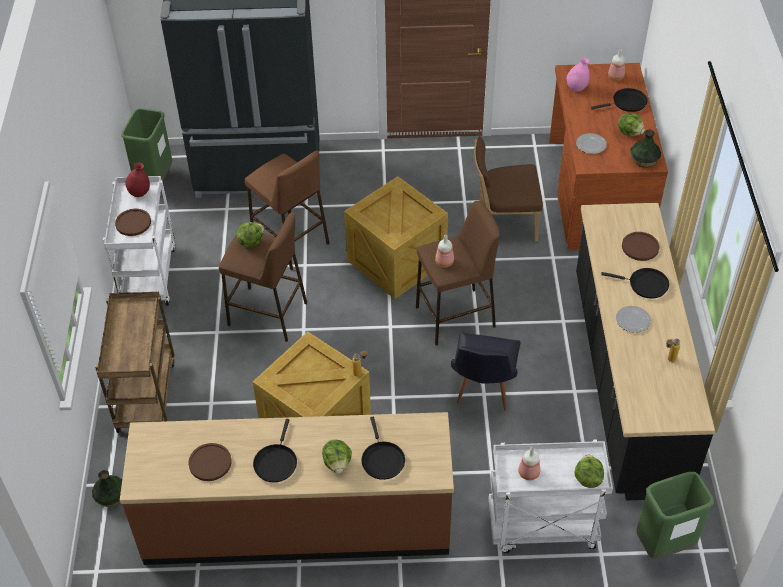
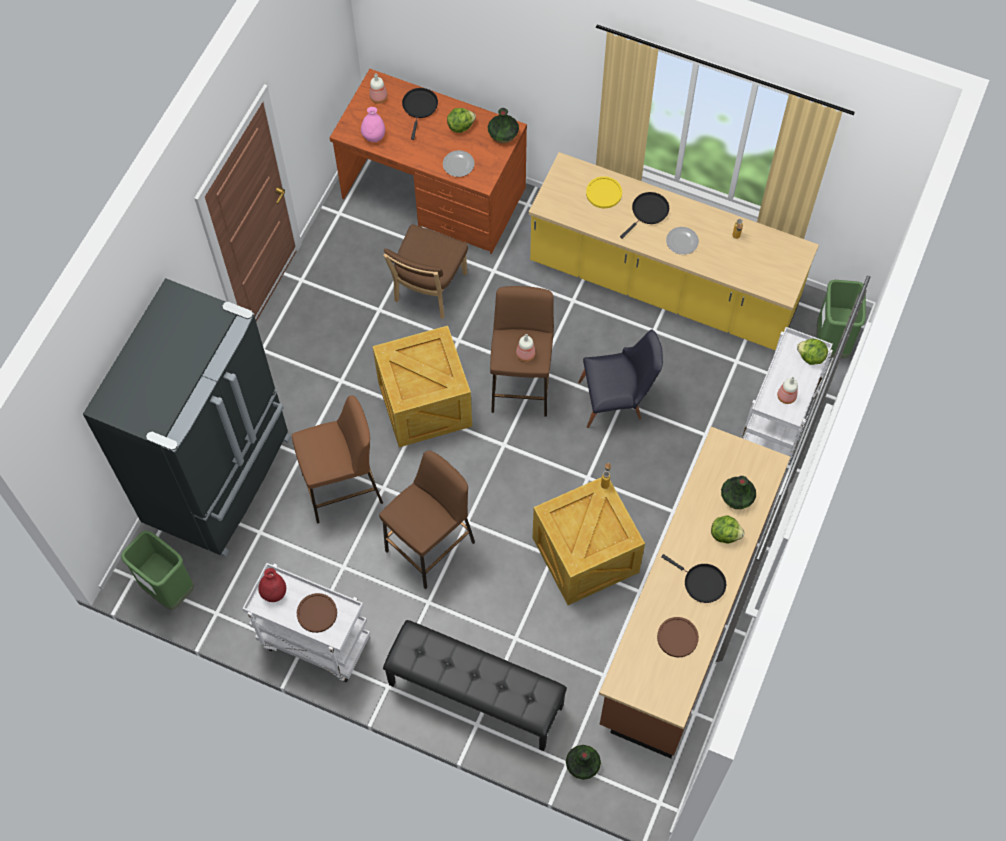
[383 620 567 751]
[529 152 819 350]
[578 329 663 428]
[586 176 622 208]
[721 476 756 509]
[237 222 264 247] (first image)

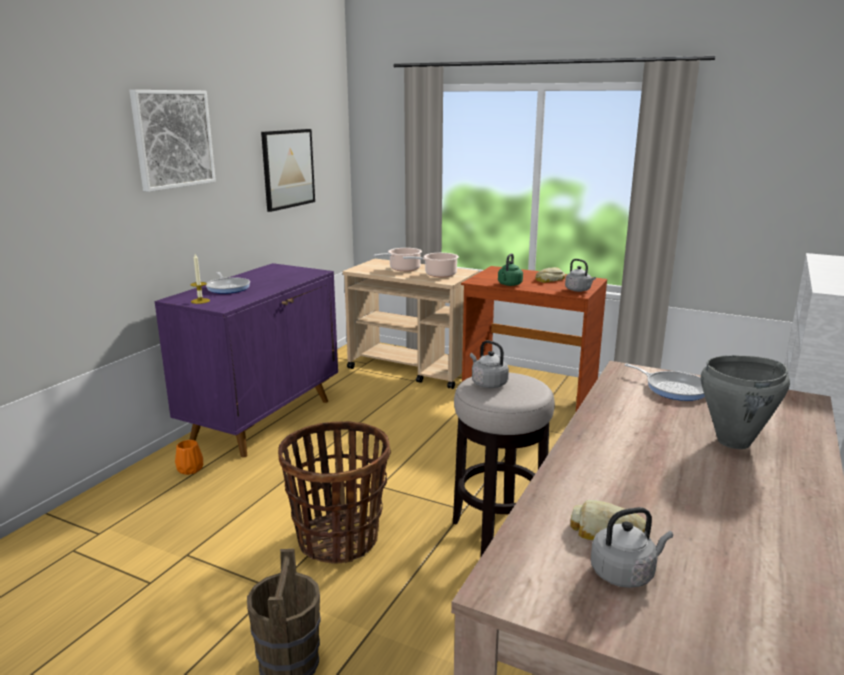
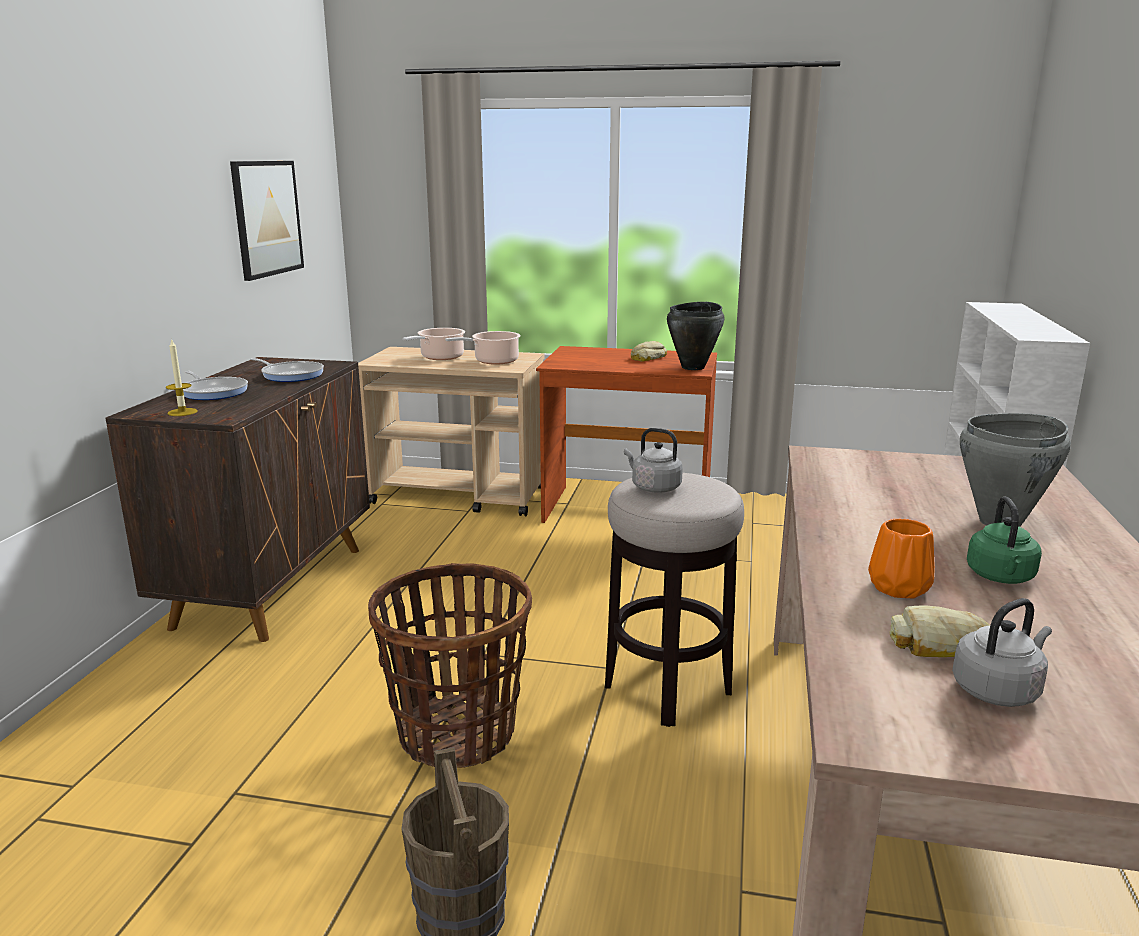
[106 357 370 642]
[251 358 324 382]
[667 302 724 370]
[868 519 935 598]
[967 496 1042 584]
[129 90 216 192] (first image)

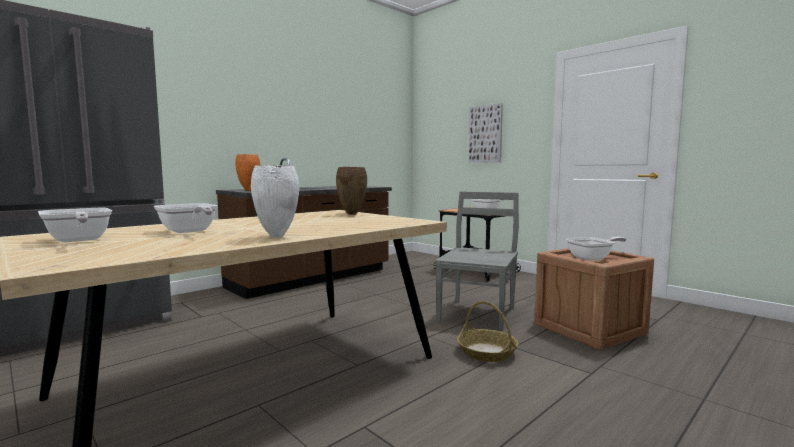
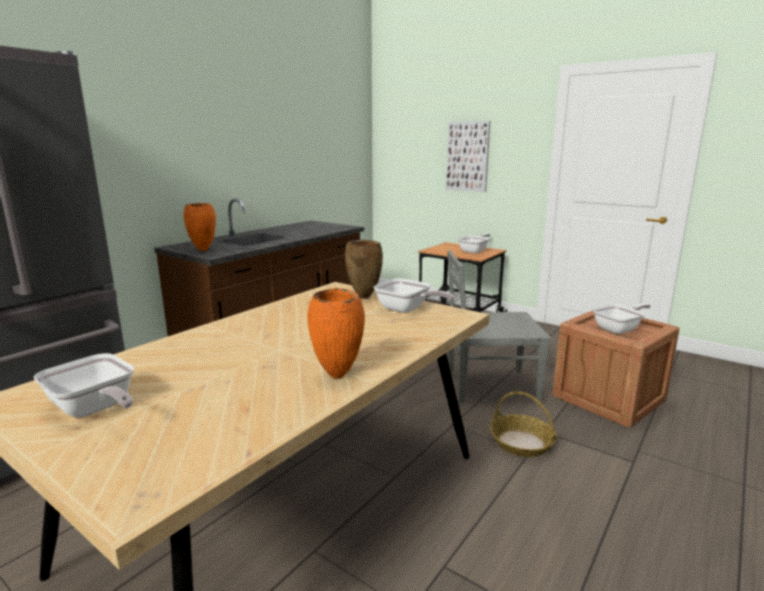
[307 288 365 378]
[374 278 455 313]
[448 250 551 403]

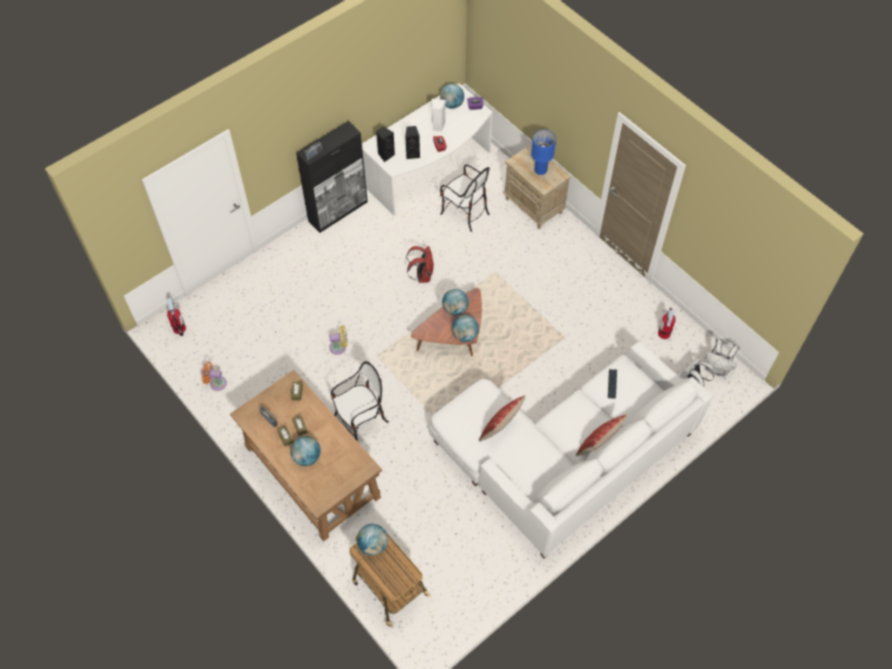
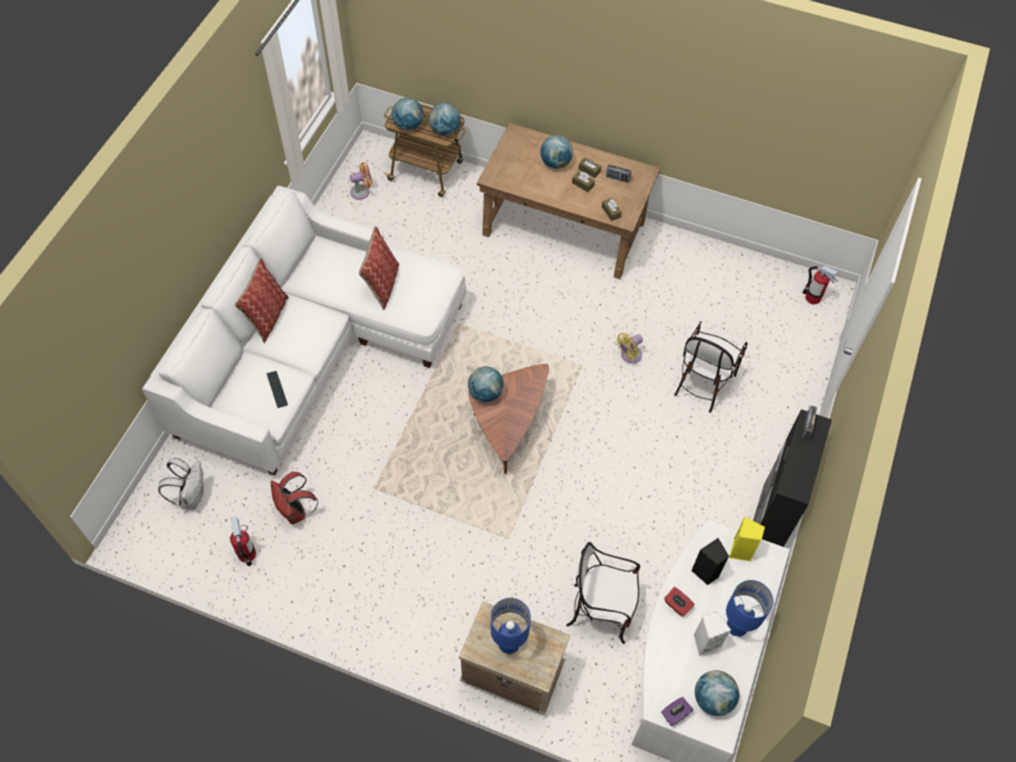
[271 472 318 524]
[350 162 372 200]
[392 98 424 130]
[674 321 747 413]
[726 580 773 637]
[729 517 765 561]
[704 338 740 377] (first image)

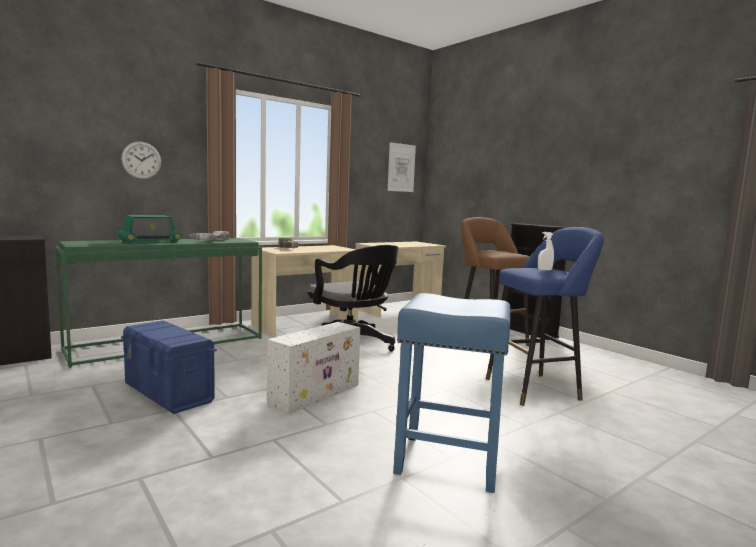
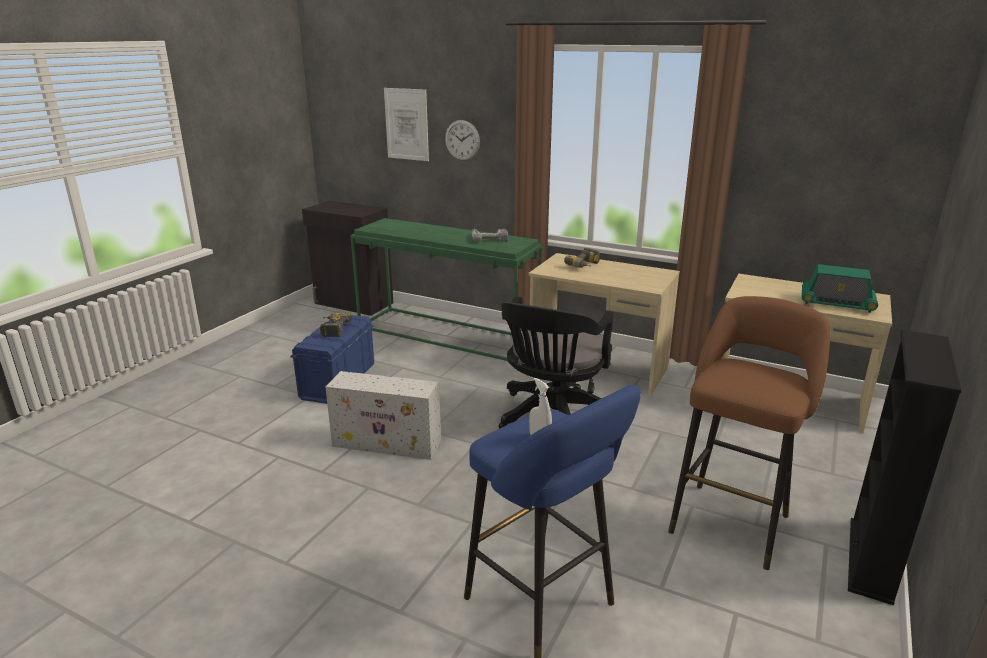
[320 313 352 337]
[384 88 429 161]
[802 264 878 313]
[393 293 511 493] (first image)

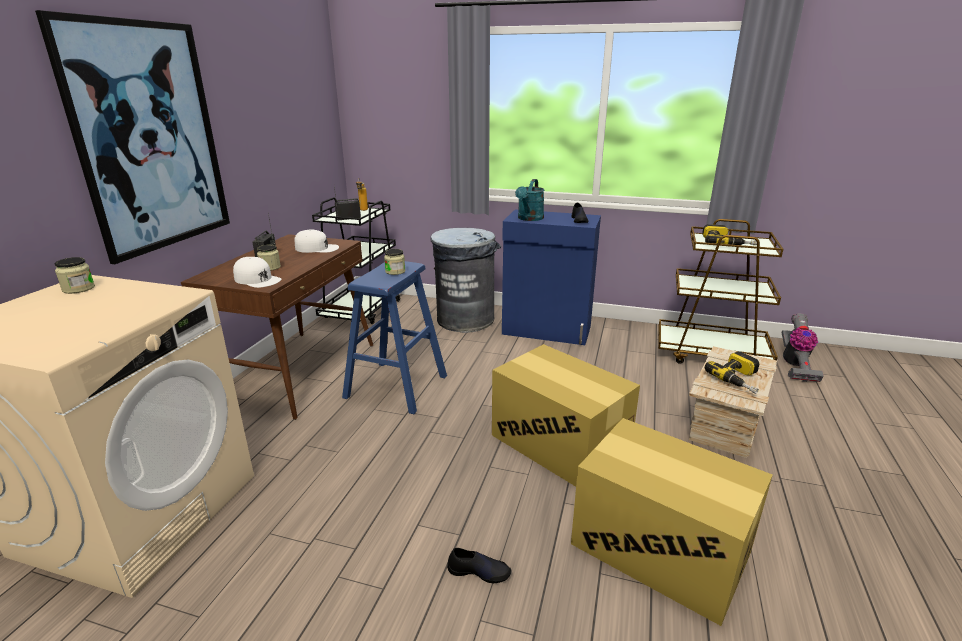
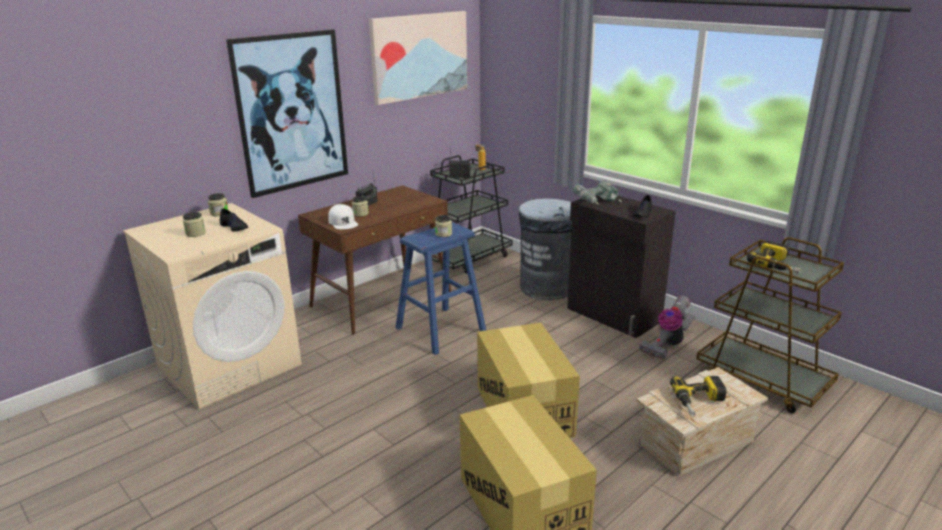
[183 212 206 237]
[220 208 248 232]
[369 11 467 105]
[567 195 676 338]
[573 181 622 205]
[640 295 695 360]
[295 229 339 253] (first image)

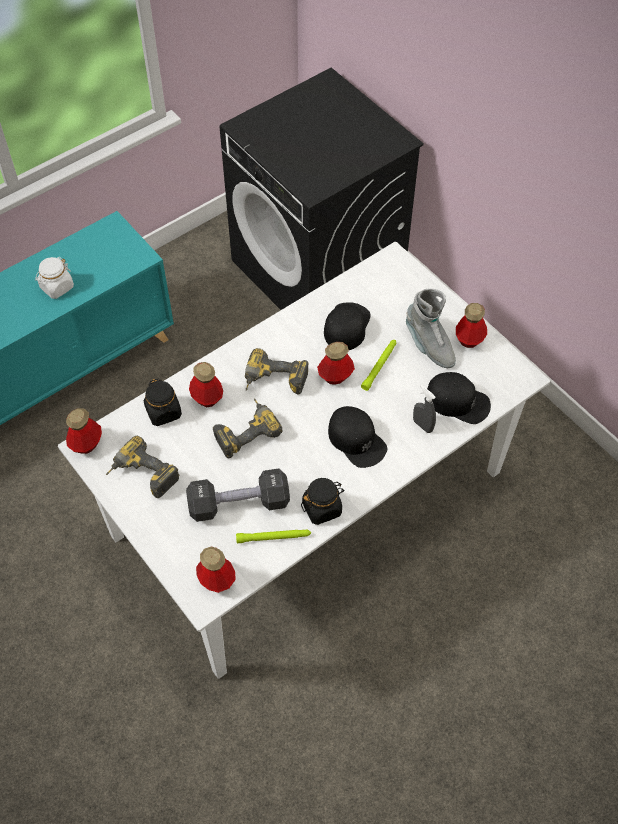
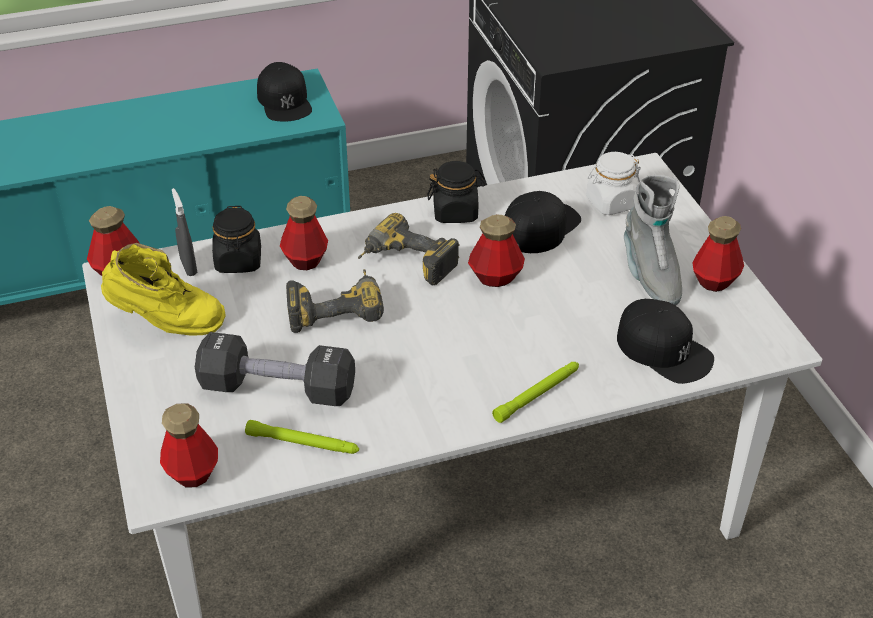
[101 243 226 336]
[172 188 197 276]
[257 62 312 122]
[427 161 485 223]
[492 362 579 423]
[586 152 641 215]

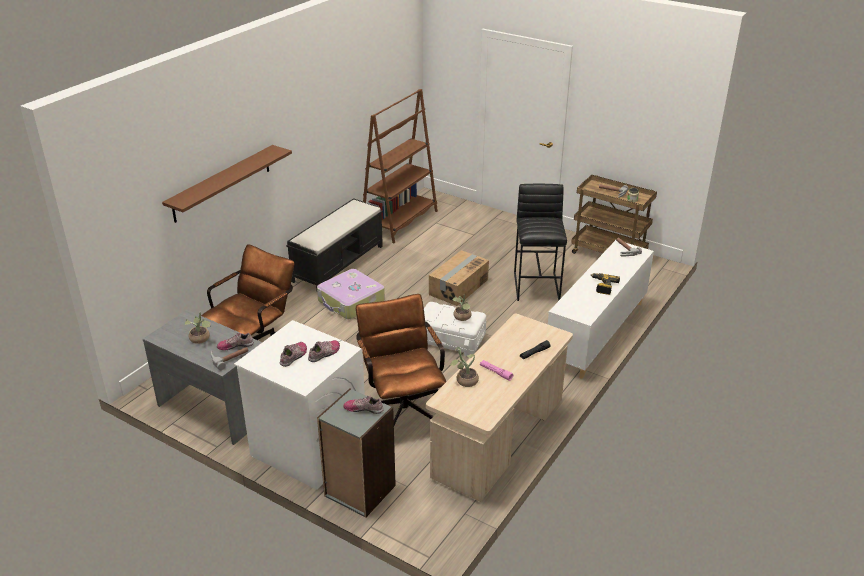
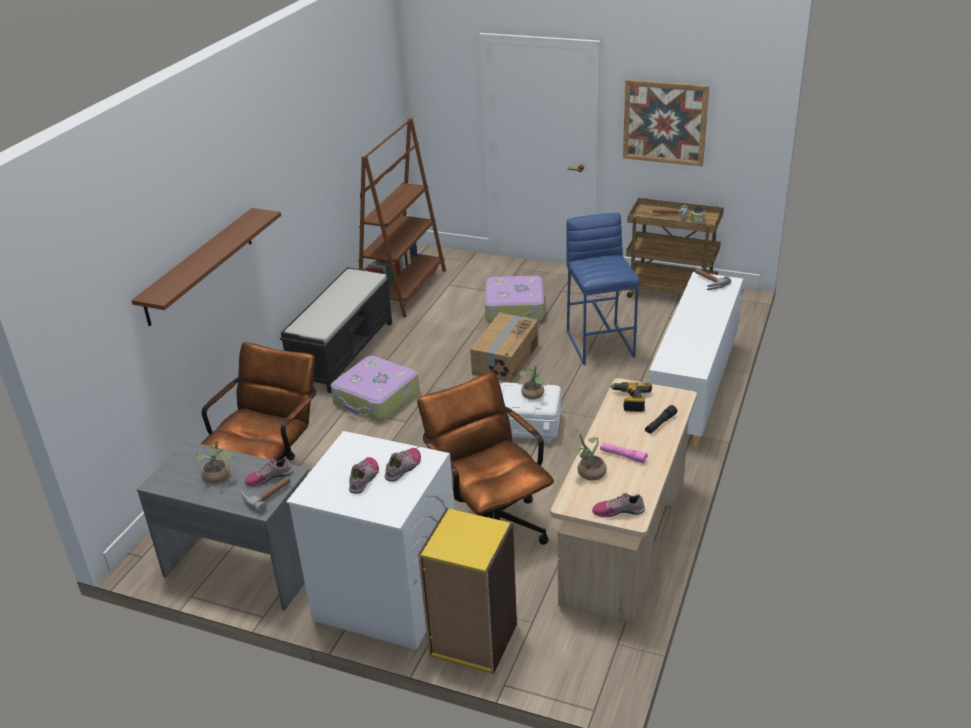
[418 508 517 674]
[485 276 544 322]
[567 213 639 365]
[592 493 645 517]
[610 382 652 412]
[623 79 709 166]

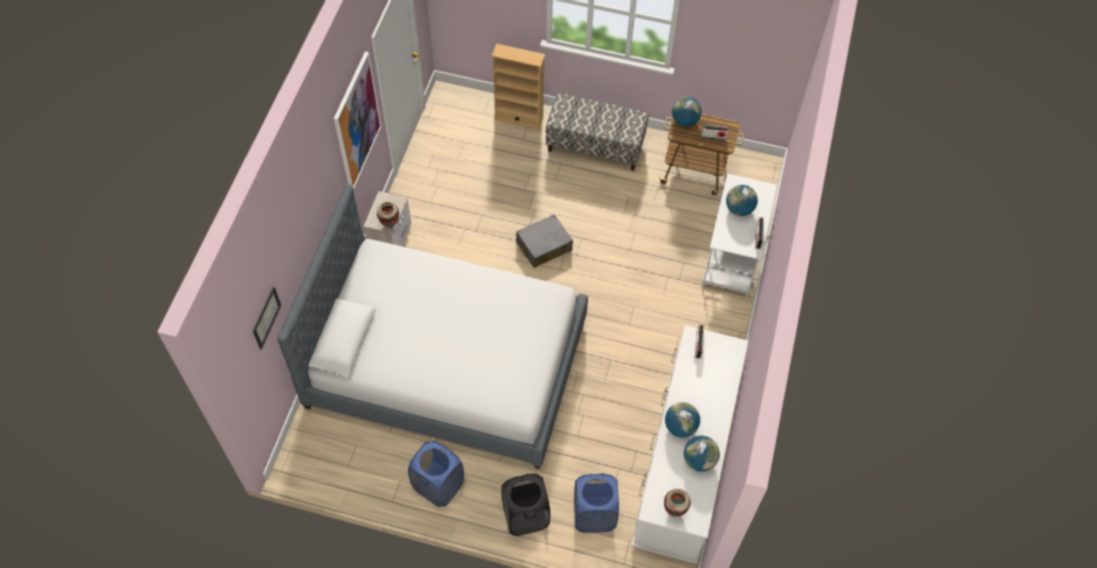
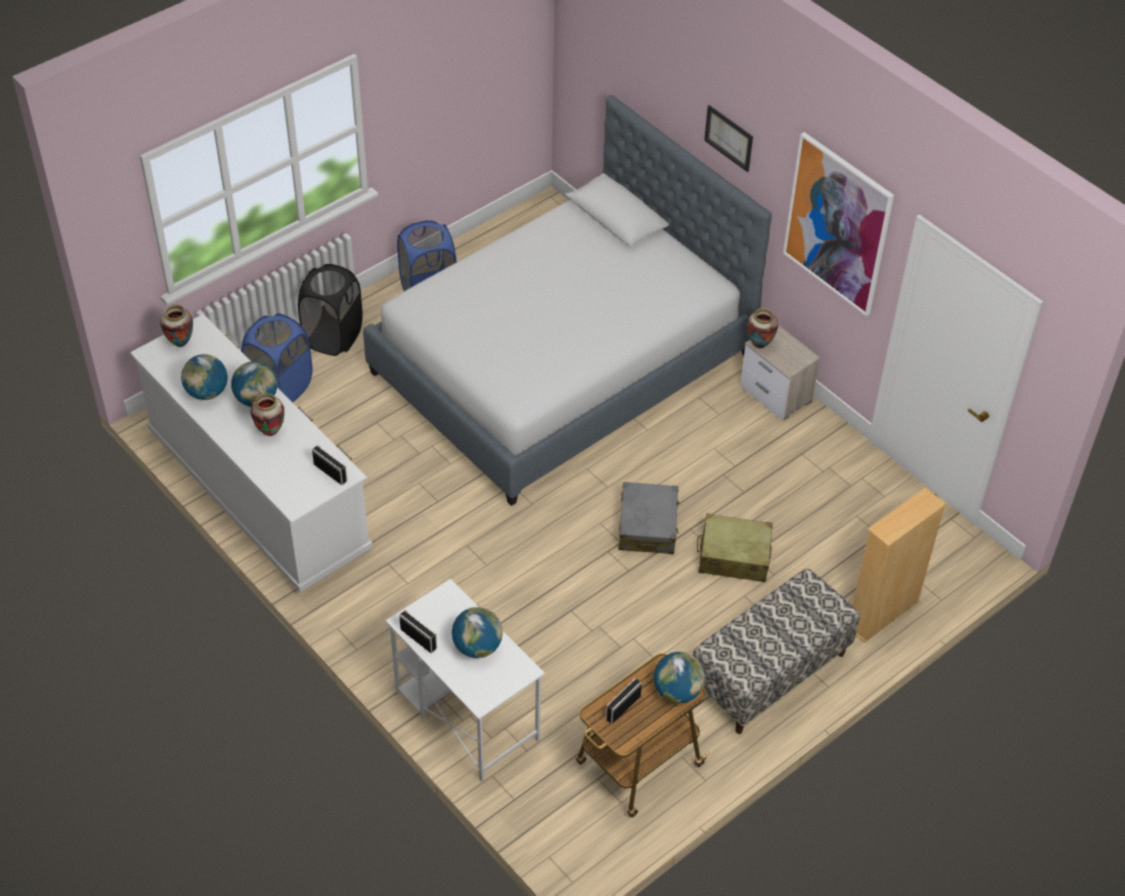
[251 393 284 436]
[697 513 773 582]
[704 105 753 172]

